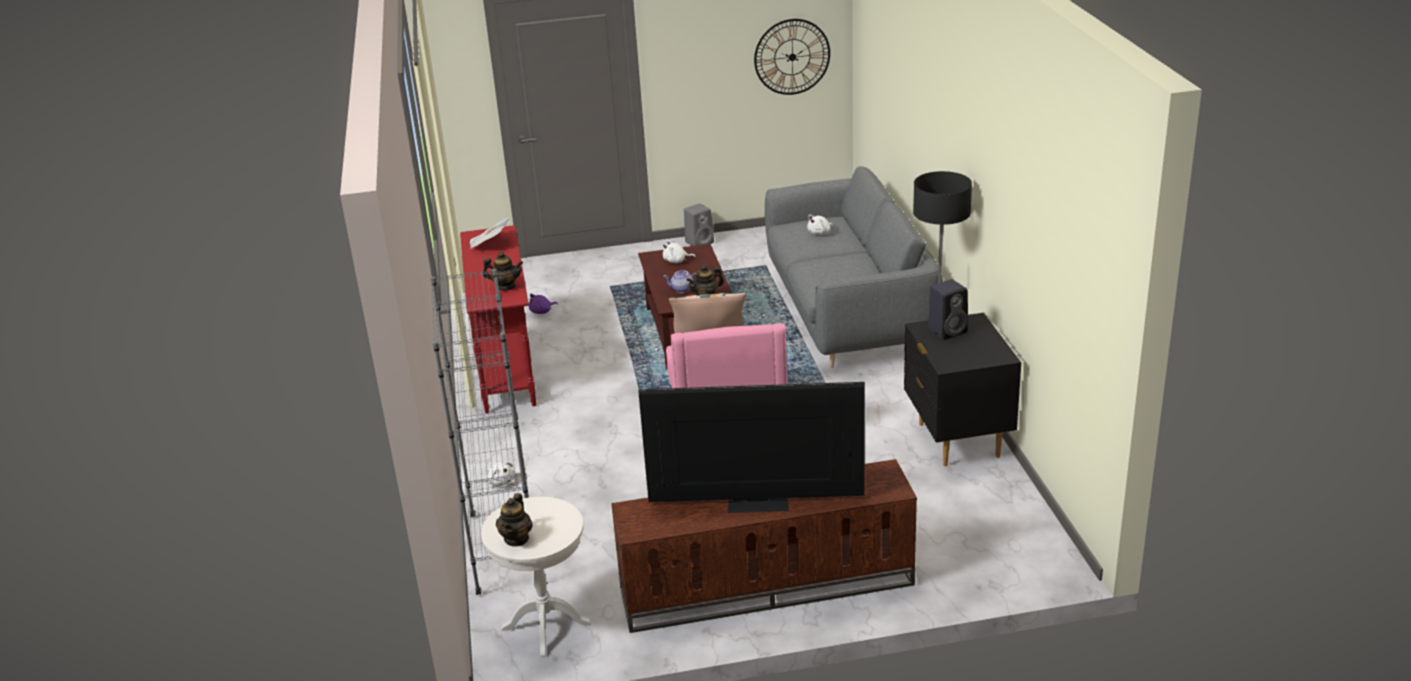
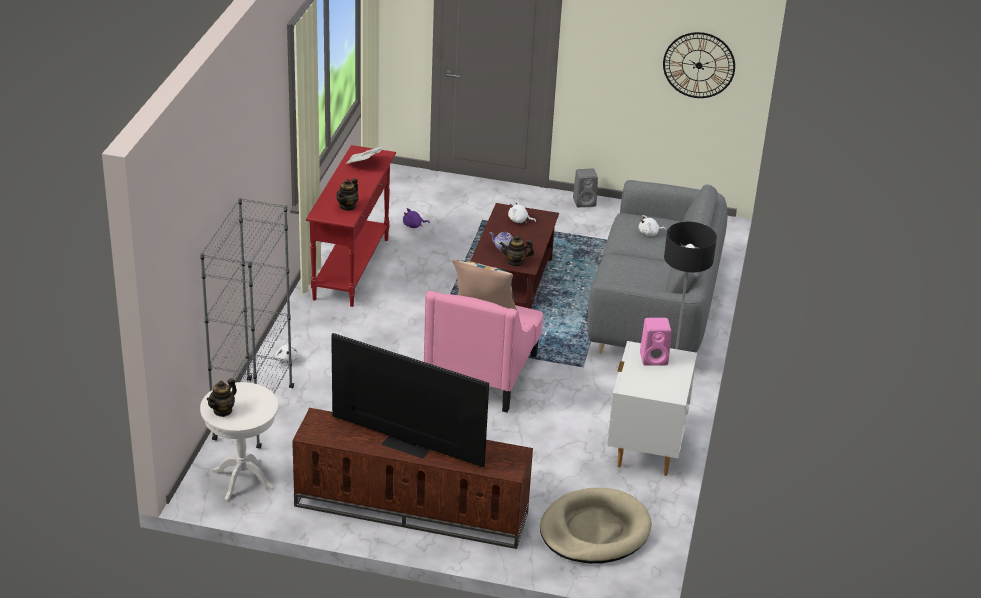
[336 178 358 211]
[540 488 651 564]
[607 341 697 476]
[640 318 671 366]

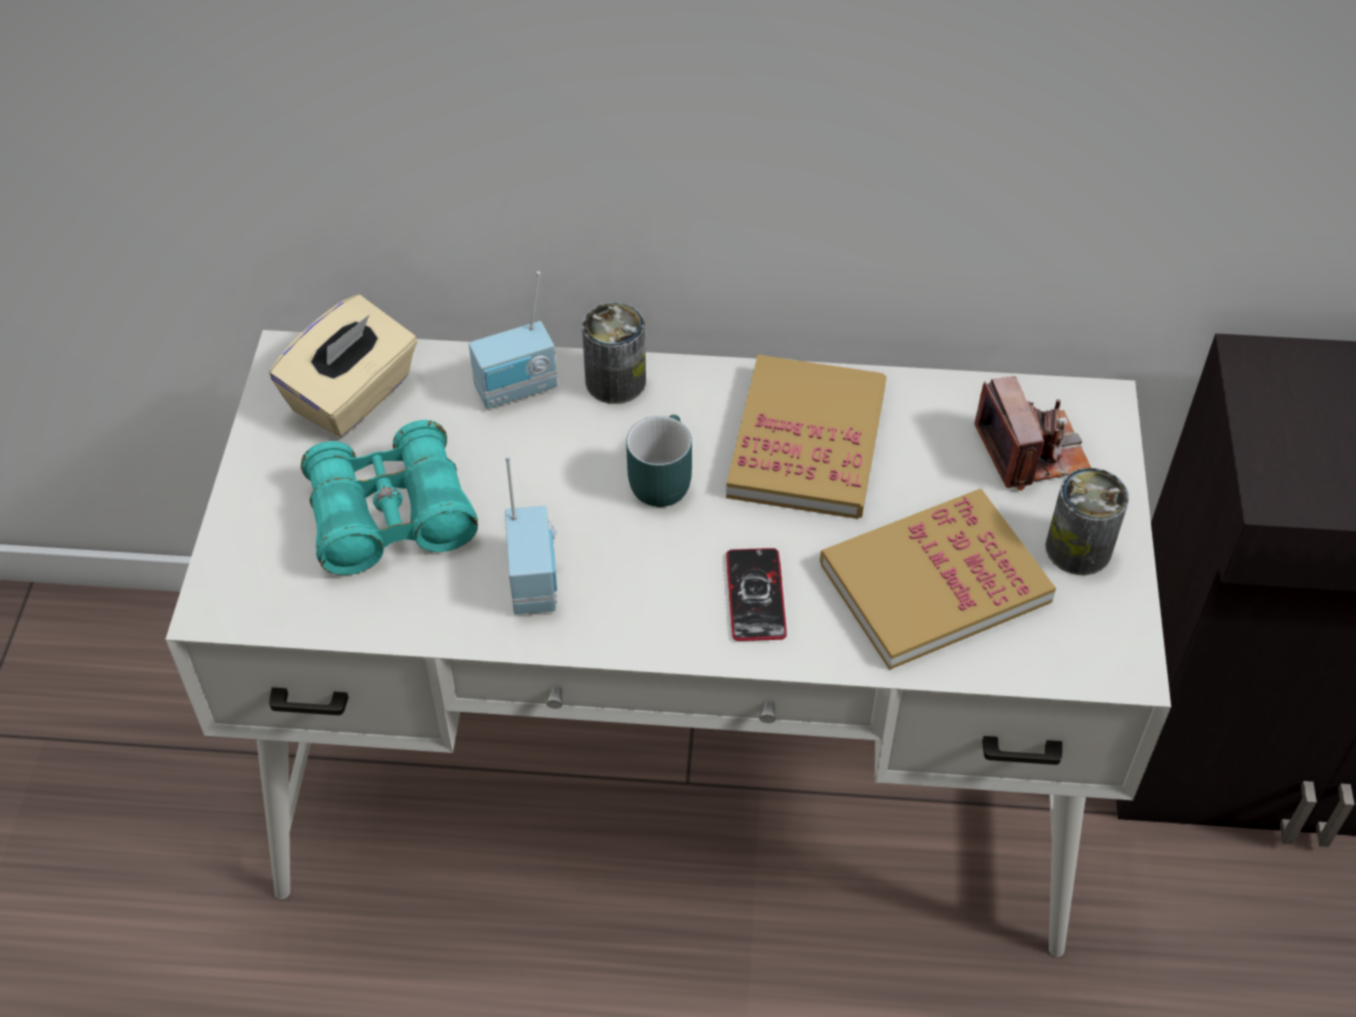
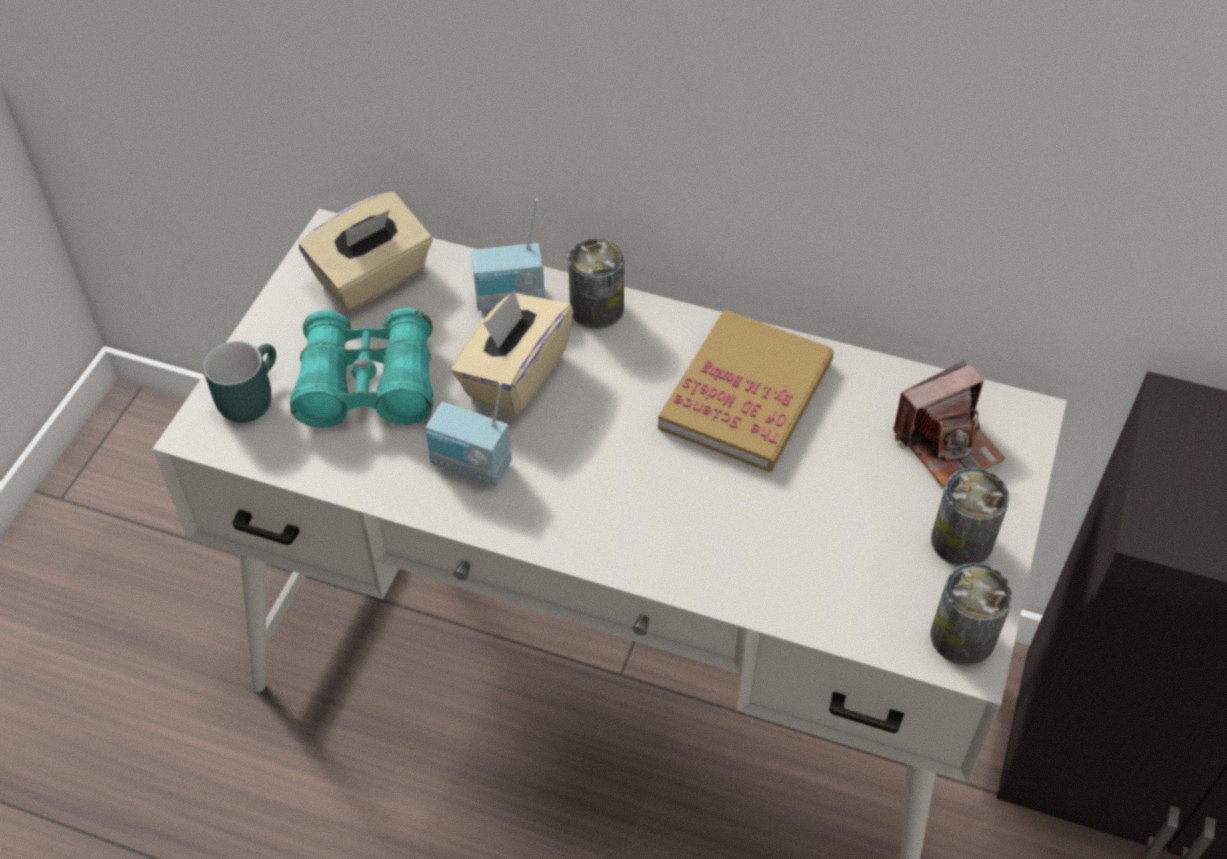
[203 341 276 423]
[425 382 512 486]
[451 290 574 415]
[893 360 1006 487]
[930 563 1013 666]
[726 548 787 641] (first image)
[820 489 1056 670] (first image)

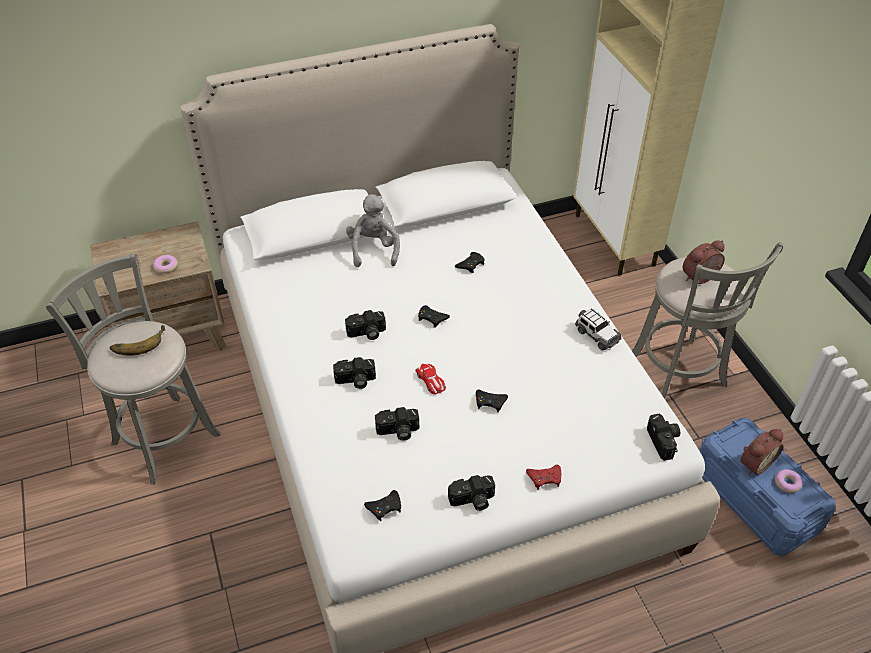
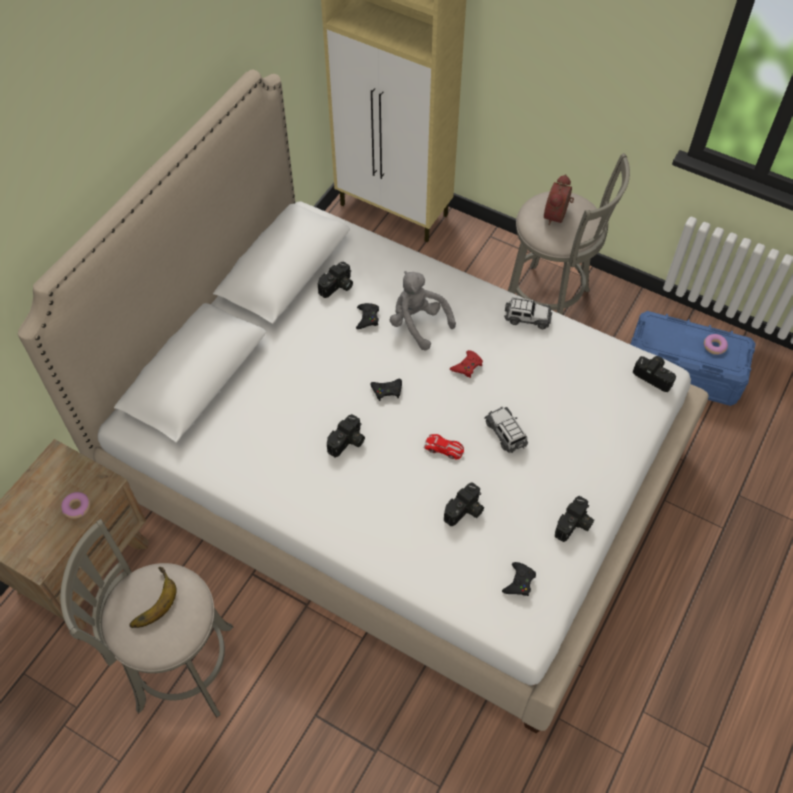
[318 261 353 298]
[390 271 456 351]
[450 350 483 378]
[485 407 528 453]
[740 429 784 475] (first image)

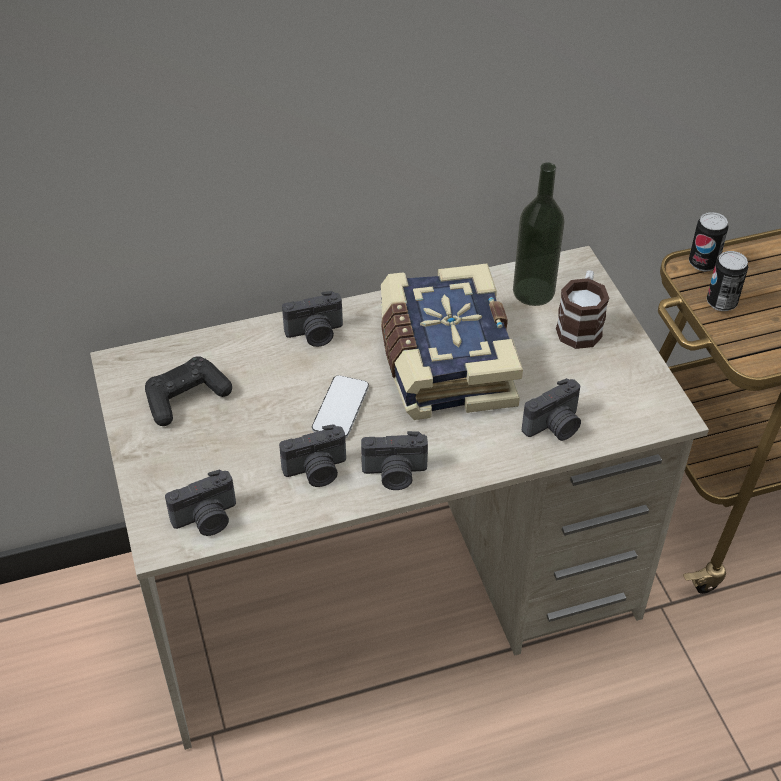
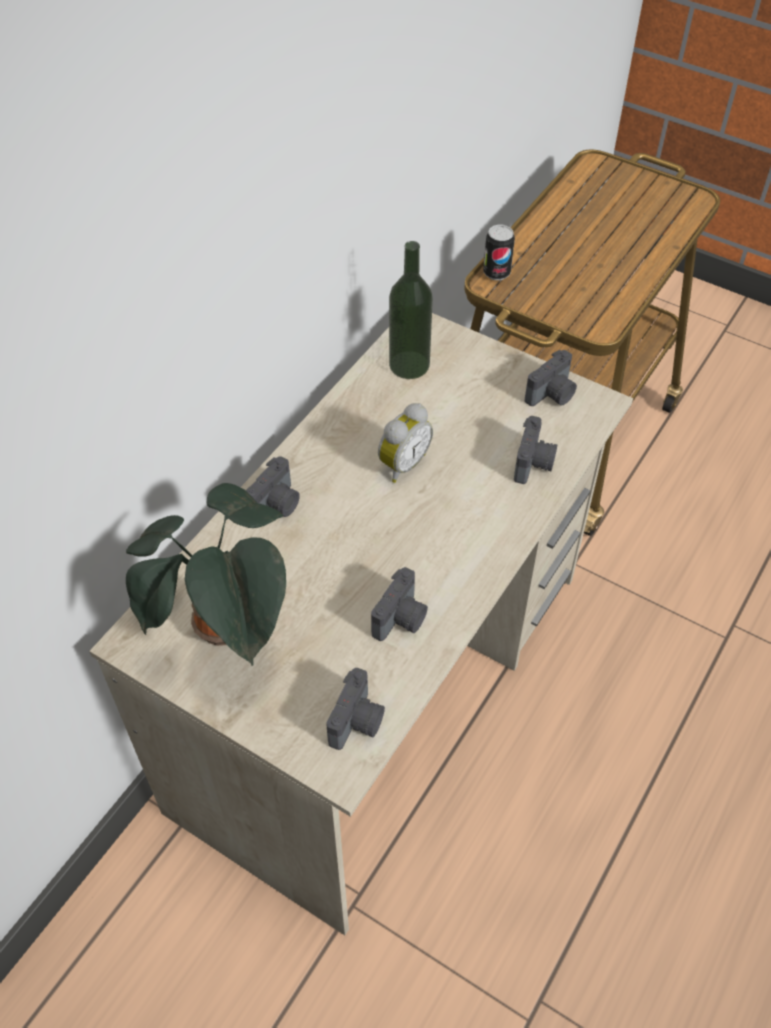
[126 483 286 666]
[378 403 433 483]
[525 350 577 406]
[312 375 369 439] (first image)
[556 270 609 349] (first image)
[707 251 748 311] (first image)

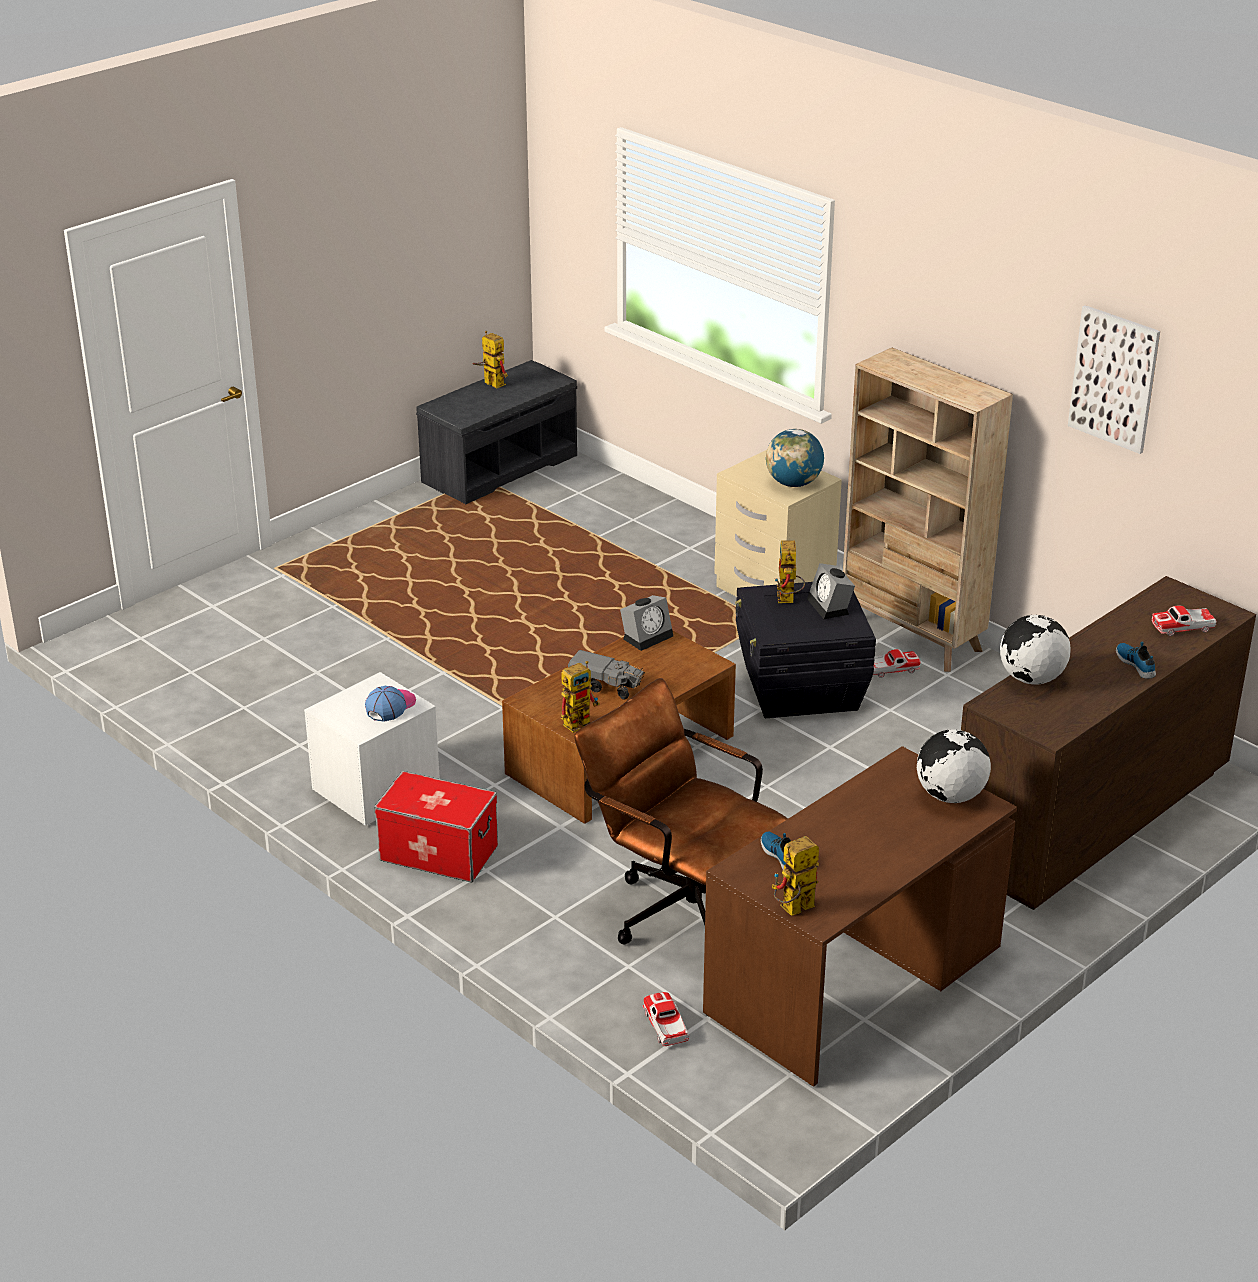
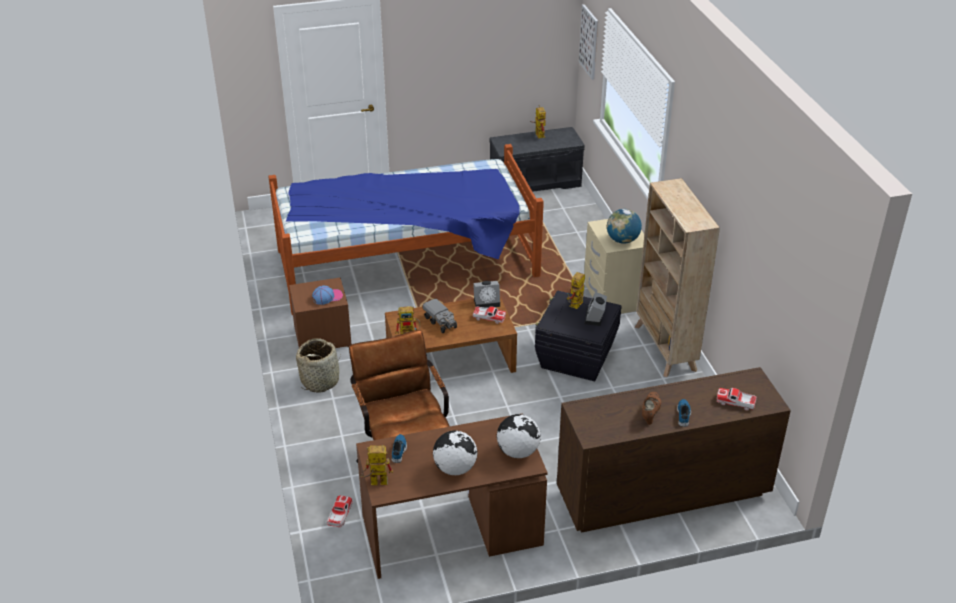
[268 144 544 315]
[289 278 352 348]
[296 339 341 393]
[433 430 477 475]
[473 306 506 324]
[579 4 598 80]
[642 392 661 425]

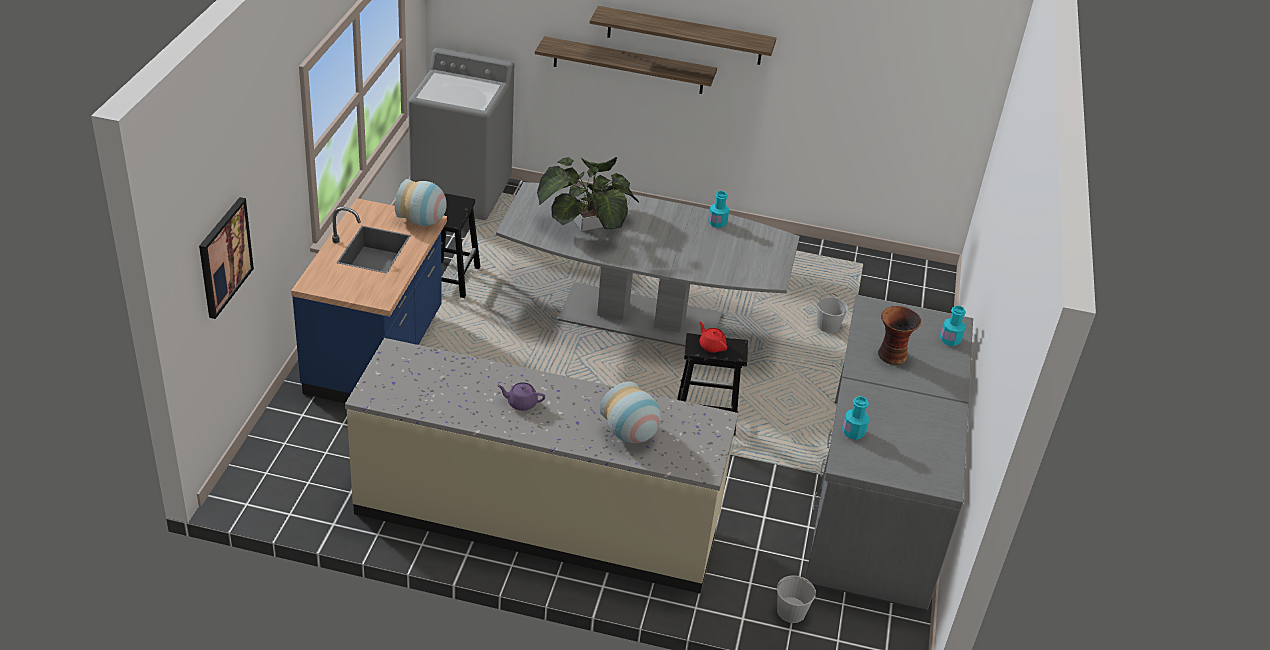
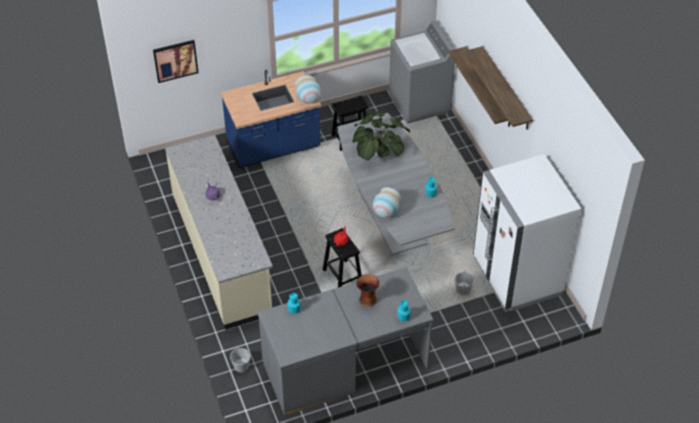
[373 187 401 218]
[473 154 581 312]

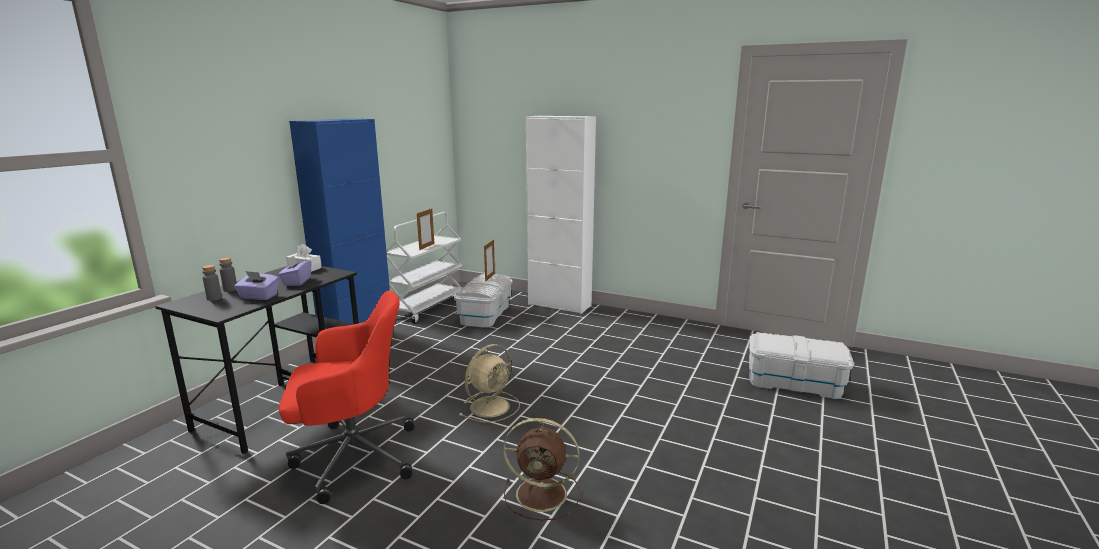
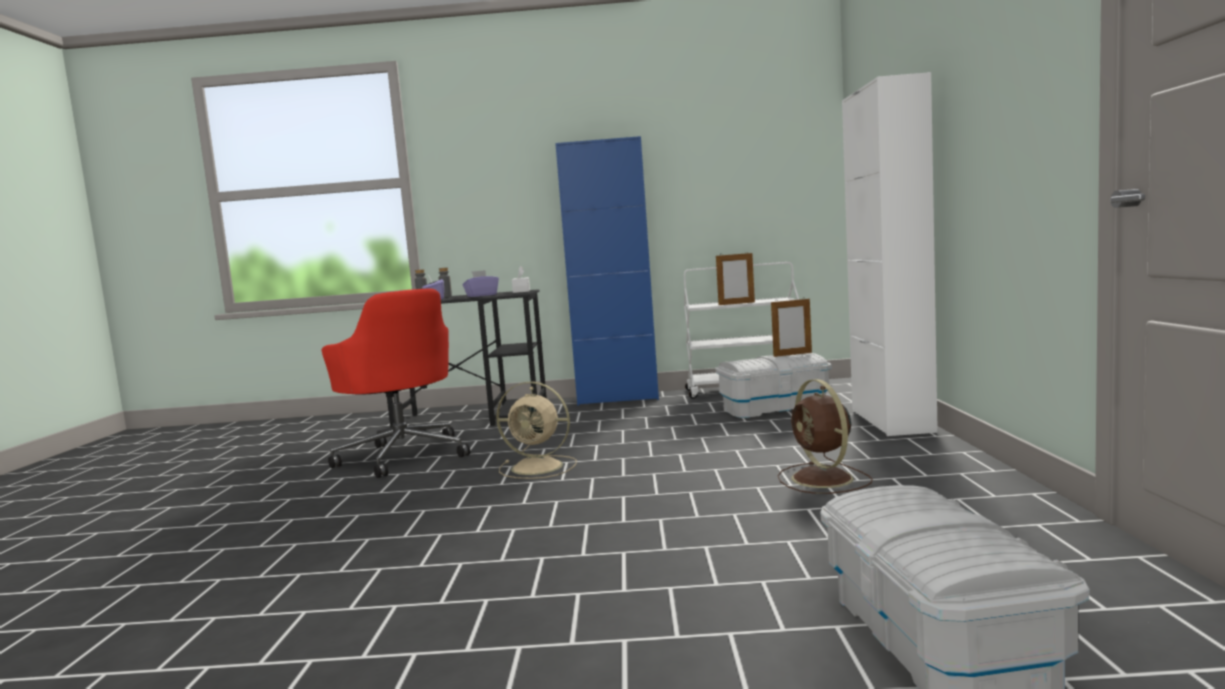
[777 379 872 494]

